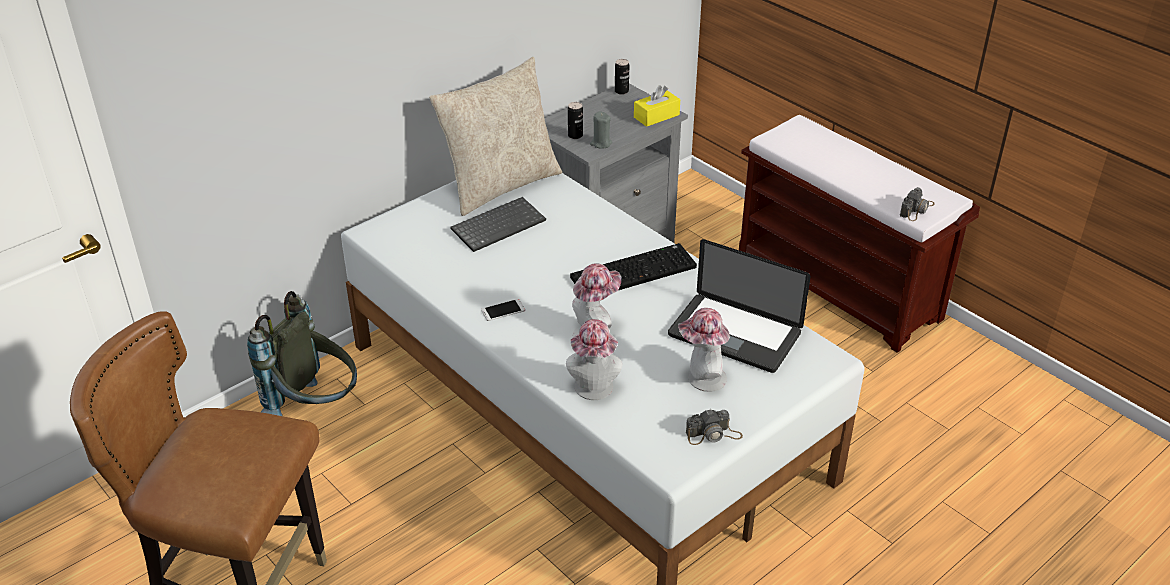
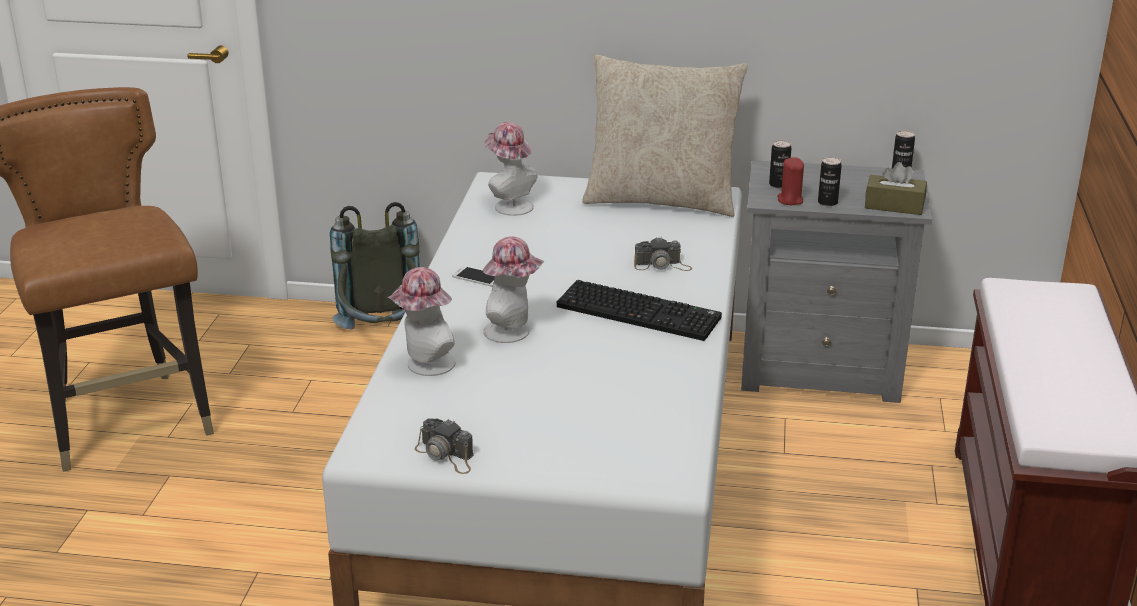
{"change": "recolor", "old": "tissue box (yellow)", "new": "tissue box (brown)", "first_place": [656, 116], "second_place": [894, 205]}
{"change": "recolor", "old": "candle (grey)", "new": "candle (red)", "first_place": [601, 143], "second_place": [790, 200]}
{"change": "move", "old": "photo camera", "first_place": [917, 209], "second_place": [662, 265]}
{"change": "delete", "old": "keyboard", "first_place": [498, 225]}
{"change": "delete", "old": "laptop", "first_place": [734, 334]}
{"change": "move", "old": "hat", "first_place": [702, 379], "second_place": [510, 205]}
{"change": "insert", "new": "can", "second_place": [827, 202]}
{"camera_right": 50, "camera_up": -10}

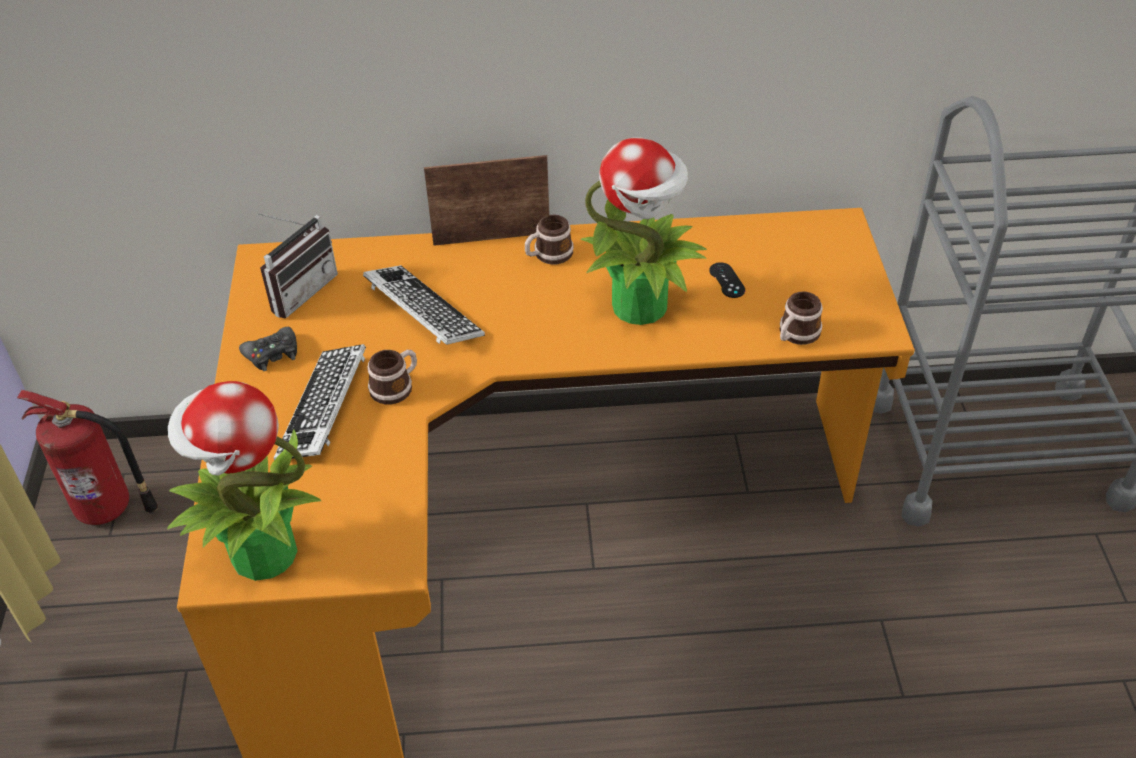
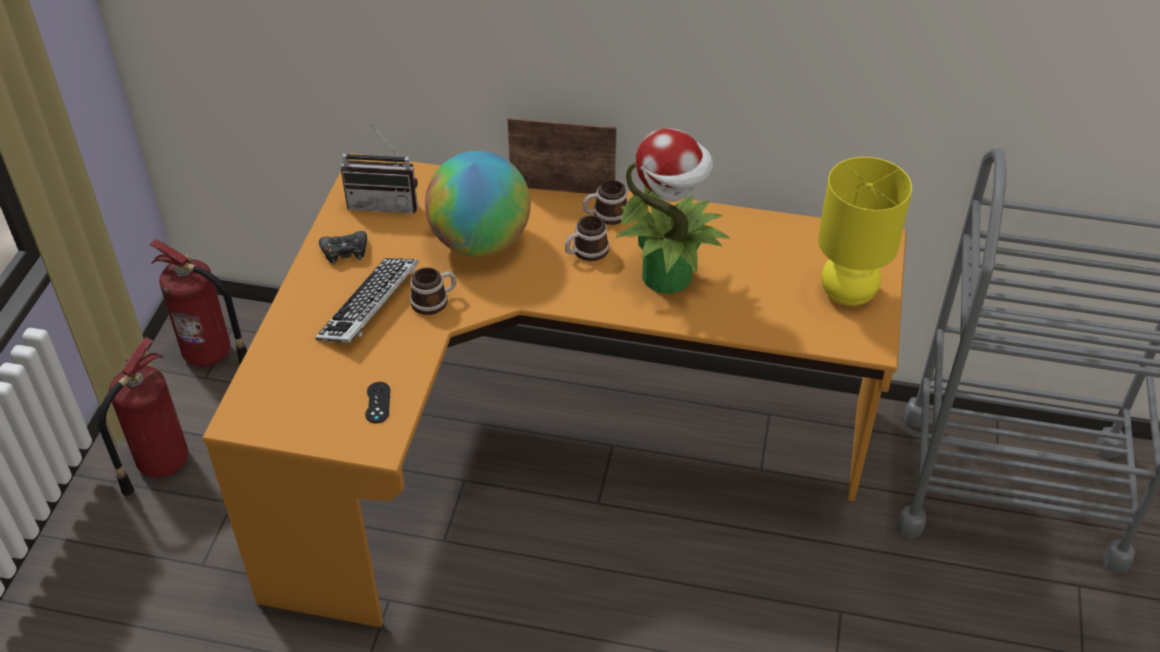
{"change": "rotate", "old": "radio", "first_place": [298, 290], "second_place": [385, 202], "degrees": 45}
{"change": "move", "old": "game controller (black)", "first_place": [727, 280], "second_place": [378, 402]}
{"change": "replace", "old": "keyboard", "new": "globe", "first_place": [423, 312], "second_place": [480, 242]}
{"change": "move", "old": "mug", "first_place": [795, 335], "second_place": [586, 252]}
{"change": "delete", "old": "potted plant", "first_place": [261, 553]}
{"change": "insert", "new": "table lamp (yellow)", "second_place": [847, 292]}
{"change": "insert", "new": "fire extinguisher", "second_place": [159, 464]}
{"camera_right": 15, "camera_up": 0}

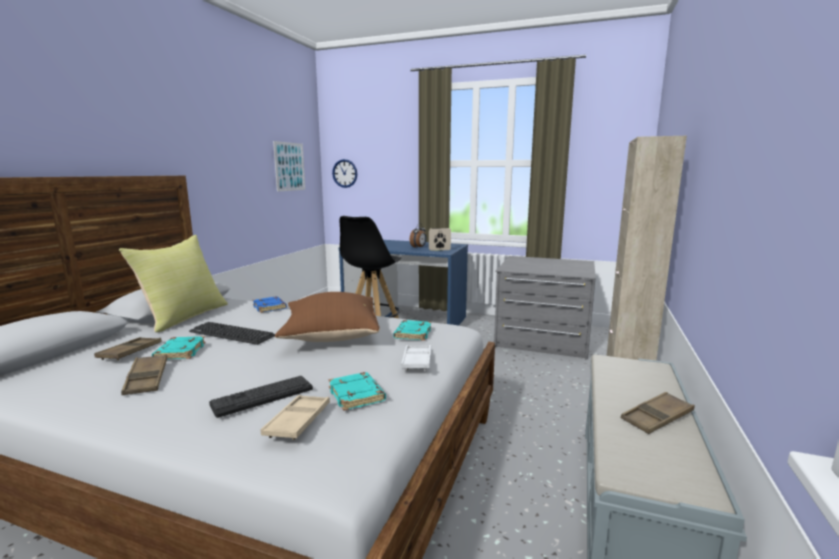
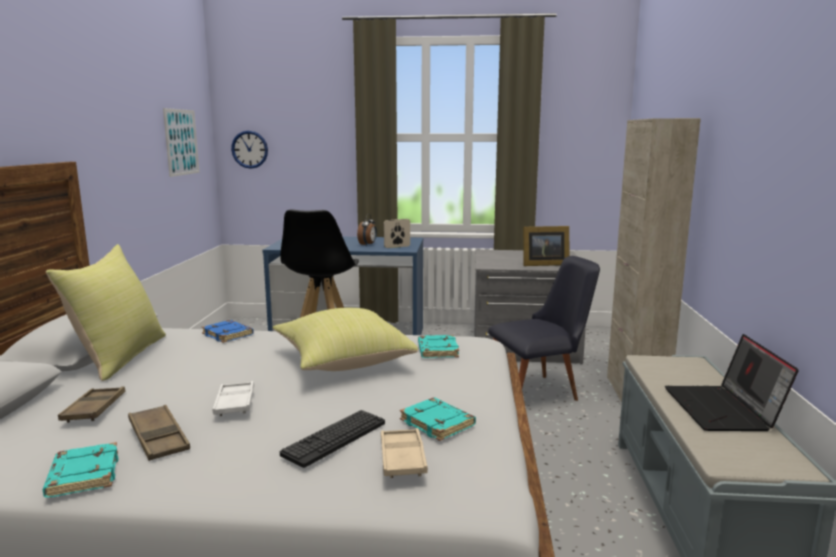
{"change": "recolor", "old": "pillow (brown)", "new": "pillow (yellow)", "first_place": [331, 335], "second_place": [342, 362]}
{"change": "delete", "old": "keyboard", "first_place": [232, 334]}
{"change": "move", "old": "book (turquoise)", "first_place": [180, 351], "second_place": [82, 475]}
{"change": "move", "old": "tray (white)", "first_place": [417, 361], "second_place": [235, 403]}
{"change": "replace", "old": "tray (brown)", "new": "laptop", "first_place": [657, 417], "second_place": [723, 410]}
{"change": "insert", "new": "picture frame", "second_place": [543, 264]}
{"change": "insert", "new": "chair (black)", "second_place": [539, 392]}
{"camera_right": -15, "camera_up": 0}

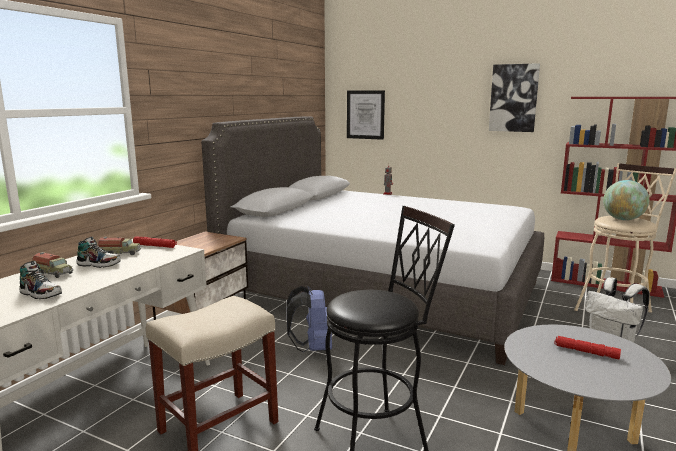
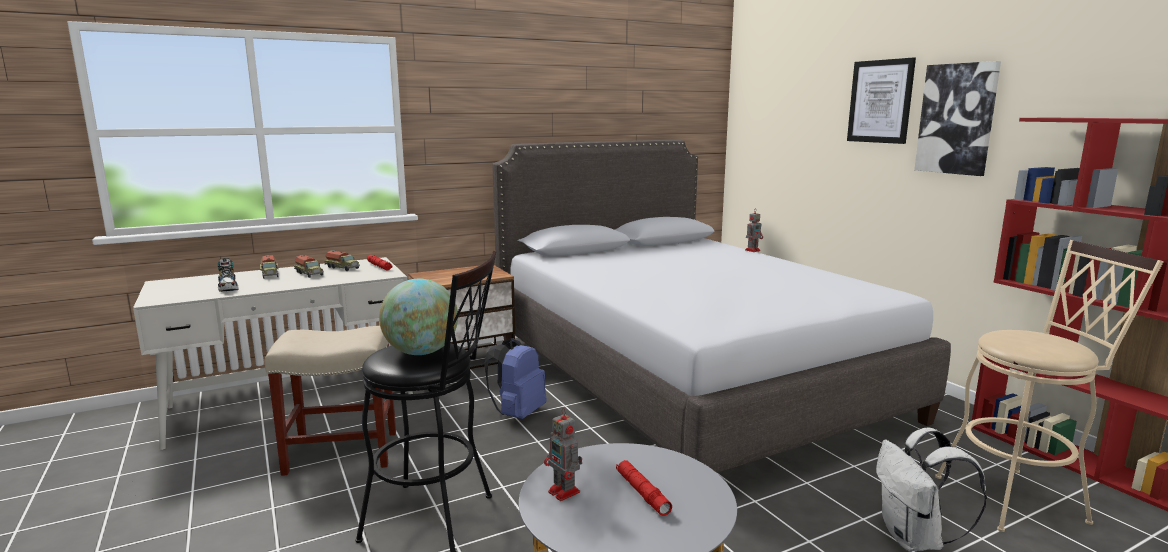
{"change": "move", "old": "picture", "first_place": [365, 114], "second_place": [880, 101]}
{"change": "move", "old": "globe", "first_place": [623, 219], "second_place": [421, 352]}
{"change": "replace", "old": "shoe", "new": "toy truck", "first_place": [99, 264], "second_place": [309, 274]}
{"change": "insert", "new": "toy robot", "second_place": [565, 492]}
{"camera_right": 35, "camera_up": 0}

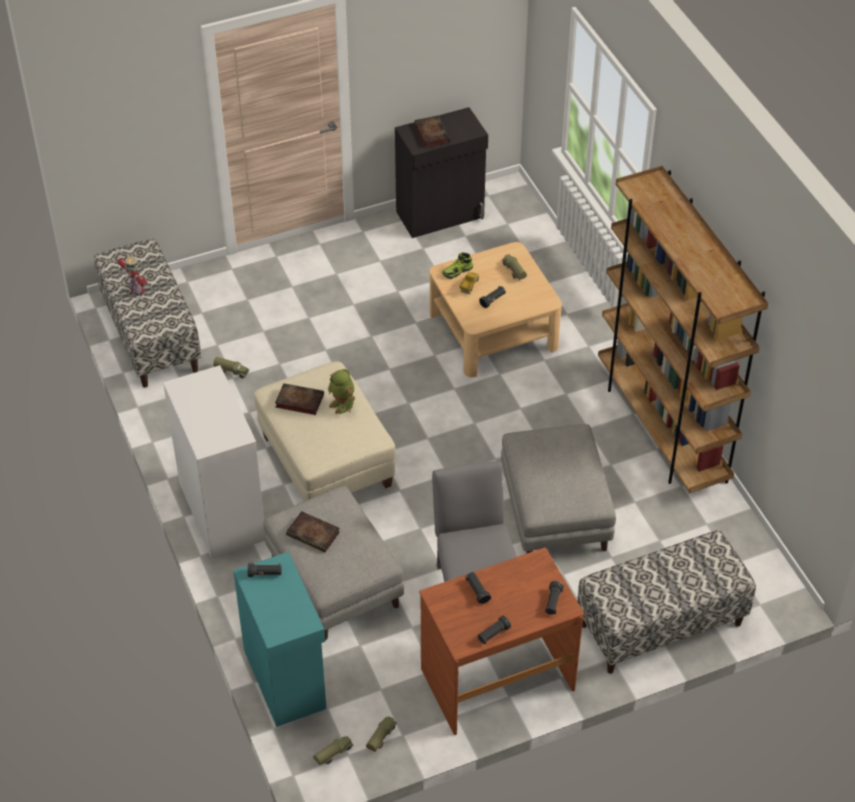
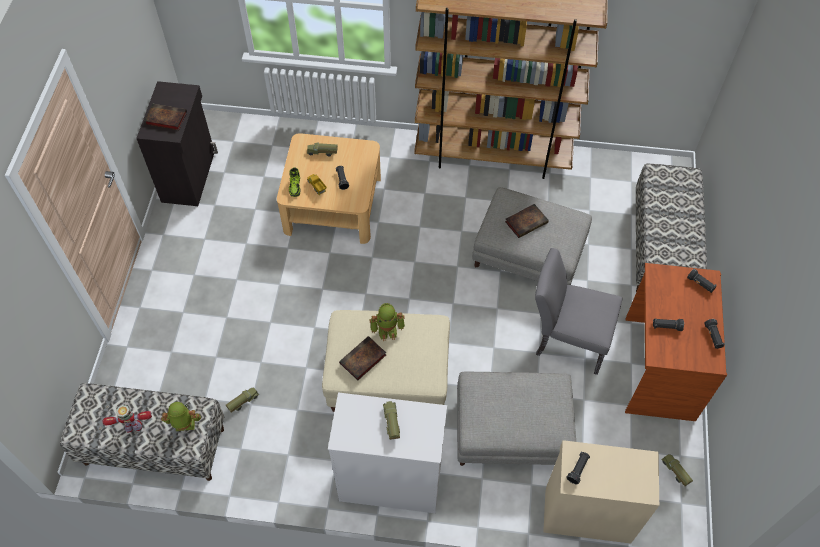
{"change": "move", "old": "book", "first_place": [314, 534], "second_place": [526, 222]}
{"change": "recolor", "old": "cabinet (turquoise)", "new": "cabinet (beige)", "first_place": [286, 677], "second_place": [587, 513]}
{"change": "move", "old": "toy truck", "first_place": [333, 753], "second_place": [391, 423]}
{"change": "insert", "new": "toy robot", "second_place": [184, 426]}
{"camera_right": -60, "camera_up": 10}

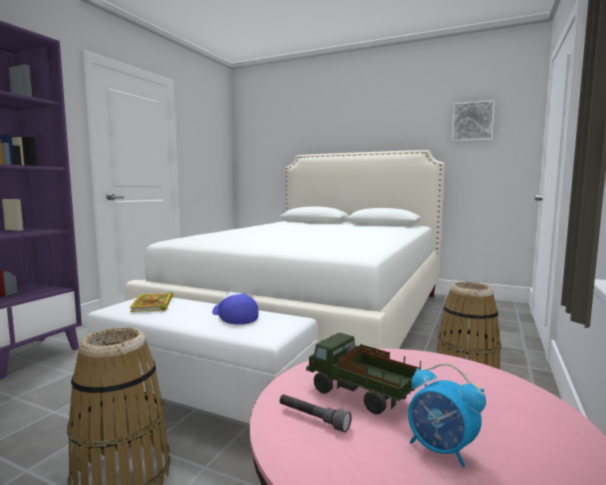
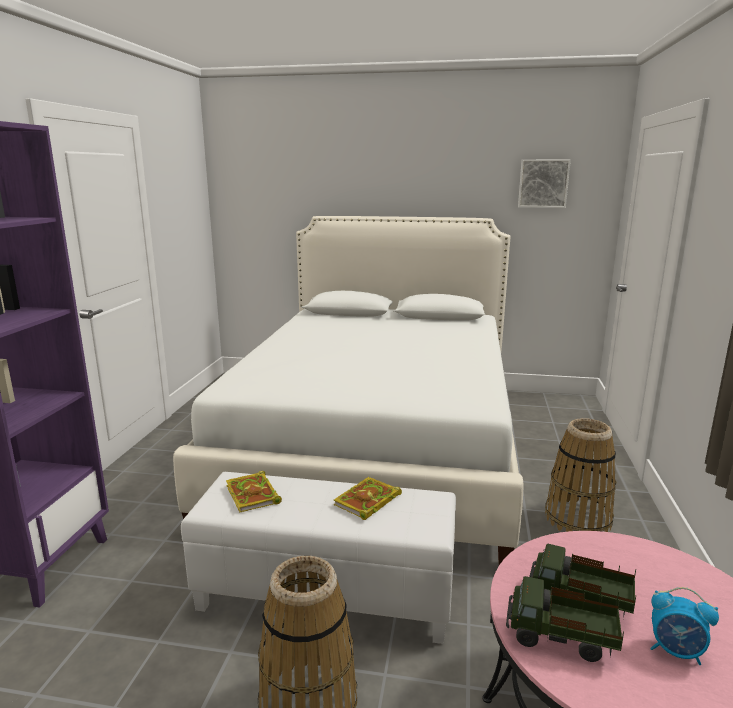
{"change": "replace", "old": "cap", "new": "book", "first_place": [234, 316], "second_place": [367, 502]}
{"change": "replace", "old": "flashlight (grey)", "new": "toy truck", "first_place": [312, 418], "second_place": [561, 639]}
{"camera_right": -15, "camera_up": 10}

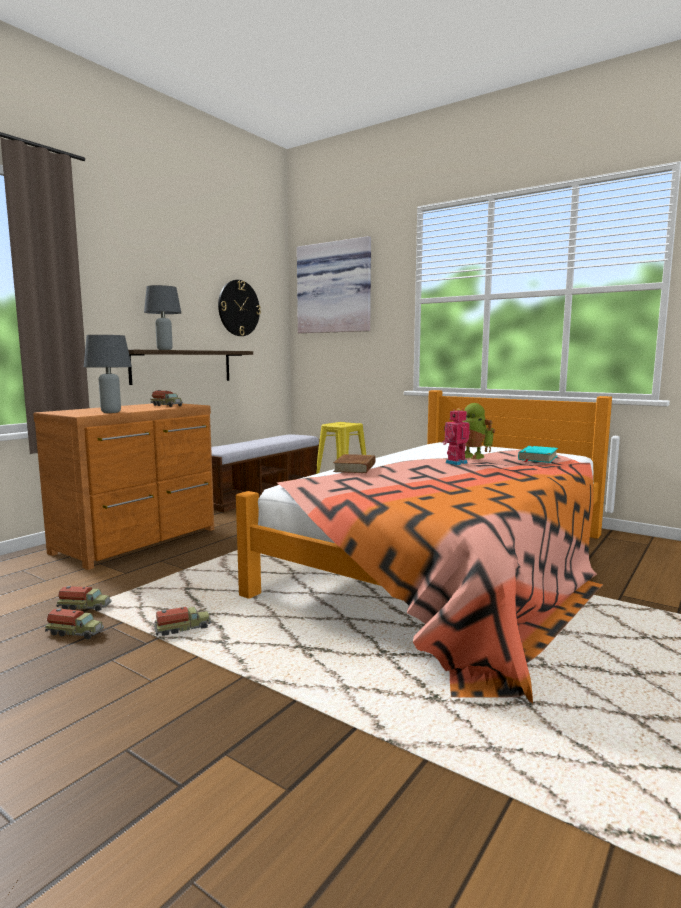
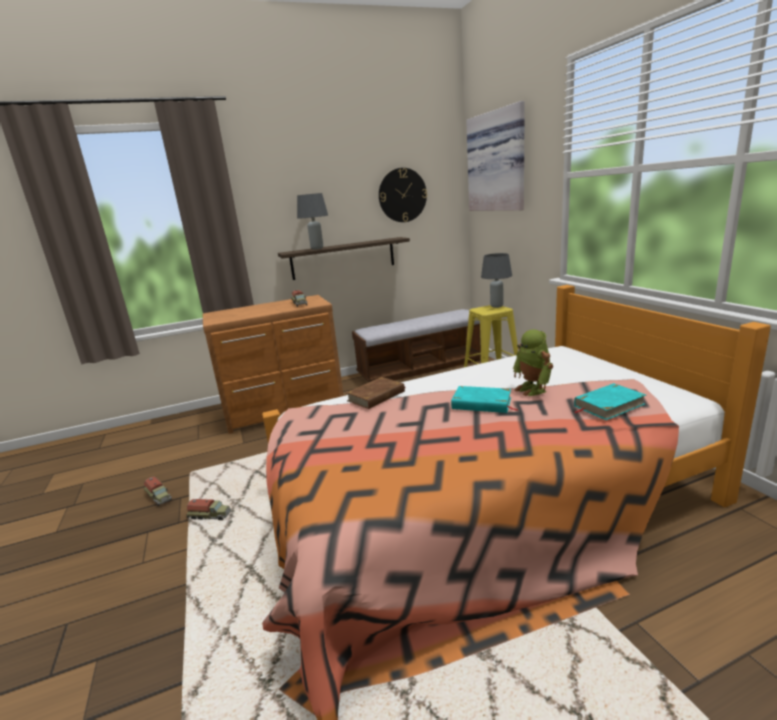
{"change": "move", "old": "table lamp (grey)", "first_place": [111, 412], "second_place": [497, 306]}
{"change": "replace", "old": "toy robot", "new": "book (turquoise)", "first_place": [455, 463], "second_place": [482, 403]}
{"change": "delete", "old": "toy truck", "first_place": [85, 607]}
{"camera_right": 35, "camera_up": 10}

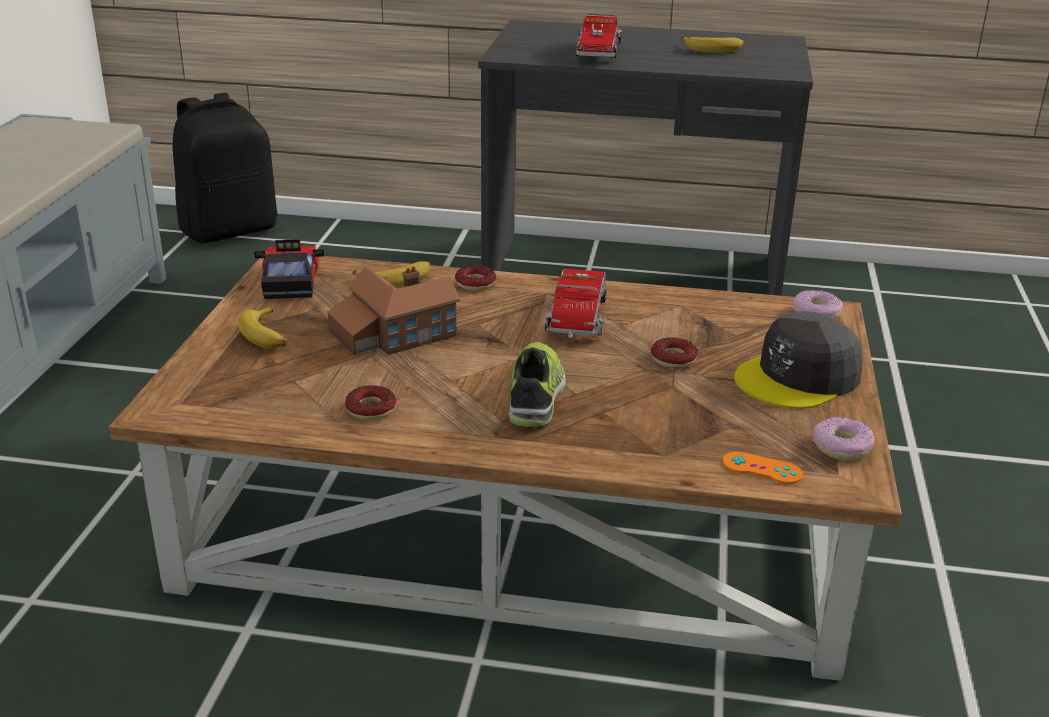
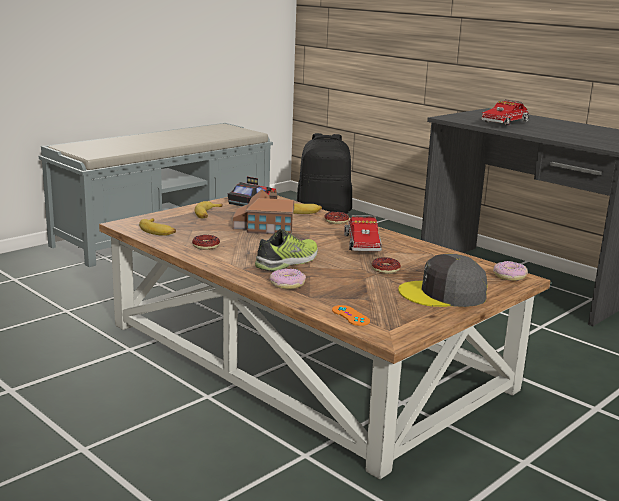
{"change": "move", "old": "banana", "first_place": [713, 49], "second_place": [158, 231]}
{"change": "rotate", "old": "toy truck", "first_place": [577, 321], "second_place": [362, 245], "degrees": 135}
{"change": "move", "old": "donut", "first_place": [841, 447], "second_place": [287, 284]}
{"camera_right": 35, "camera_up": -10}

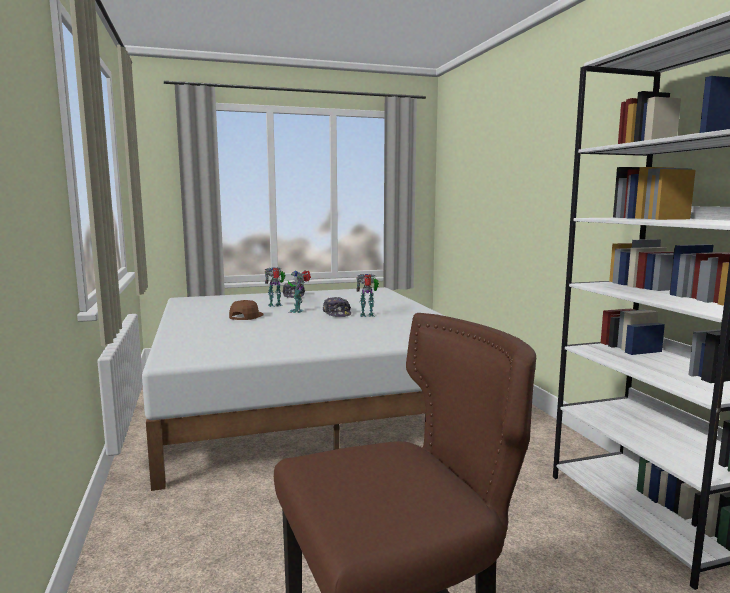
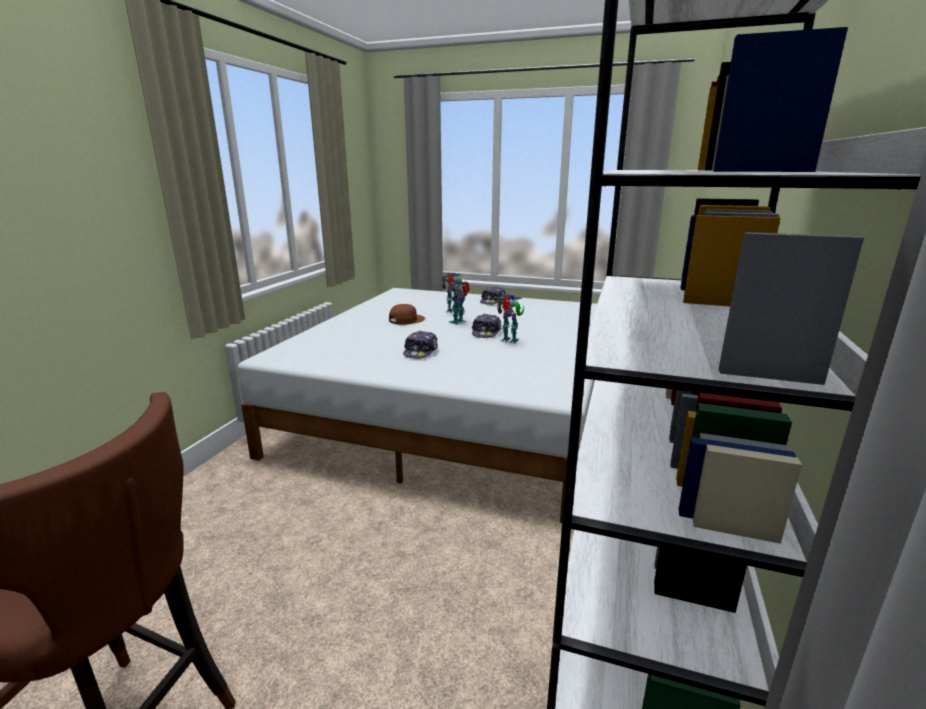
{"change": "insert", "new": "cap", "second_place": [421, 352]}
{"camera_right": 35, "camera_up": 10}

